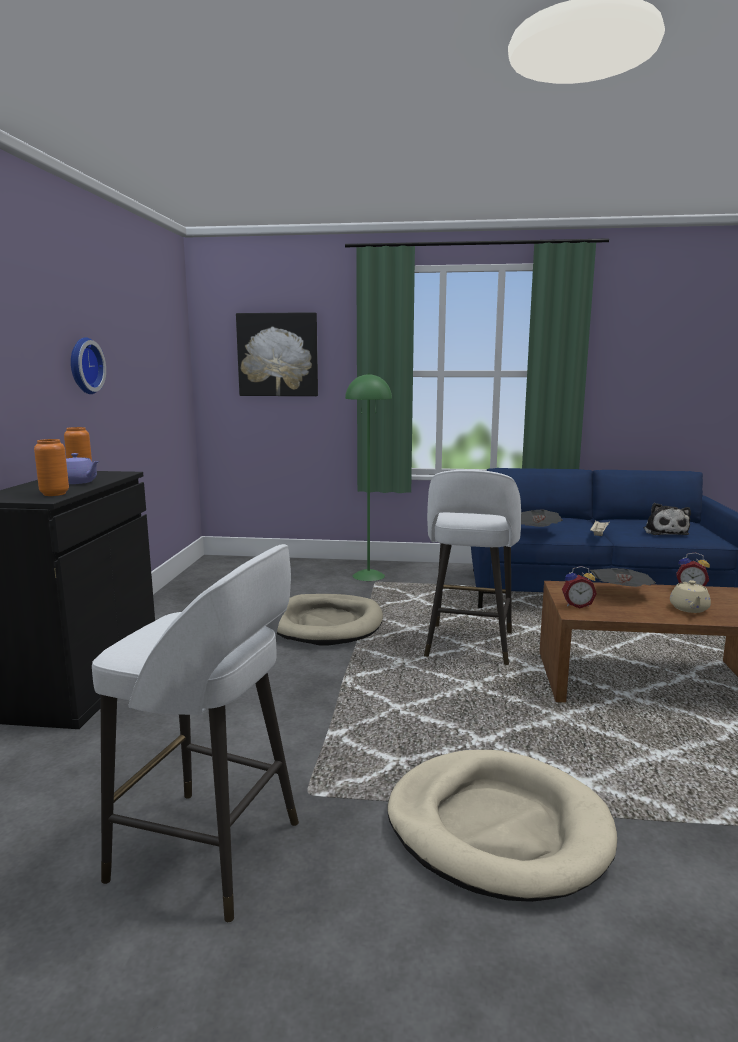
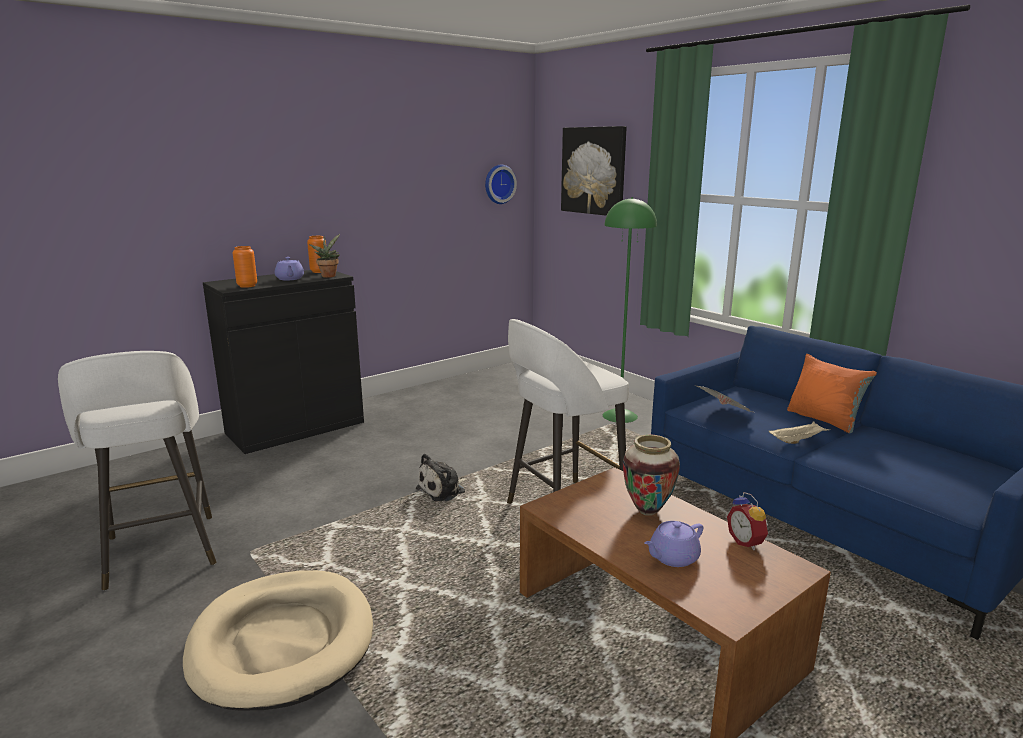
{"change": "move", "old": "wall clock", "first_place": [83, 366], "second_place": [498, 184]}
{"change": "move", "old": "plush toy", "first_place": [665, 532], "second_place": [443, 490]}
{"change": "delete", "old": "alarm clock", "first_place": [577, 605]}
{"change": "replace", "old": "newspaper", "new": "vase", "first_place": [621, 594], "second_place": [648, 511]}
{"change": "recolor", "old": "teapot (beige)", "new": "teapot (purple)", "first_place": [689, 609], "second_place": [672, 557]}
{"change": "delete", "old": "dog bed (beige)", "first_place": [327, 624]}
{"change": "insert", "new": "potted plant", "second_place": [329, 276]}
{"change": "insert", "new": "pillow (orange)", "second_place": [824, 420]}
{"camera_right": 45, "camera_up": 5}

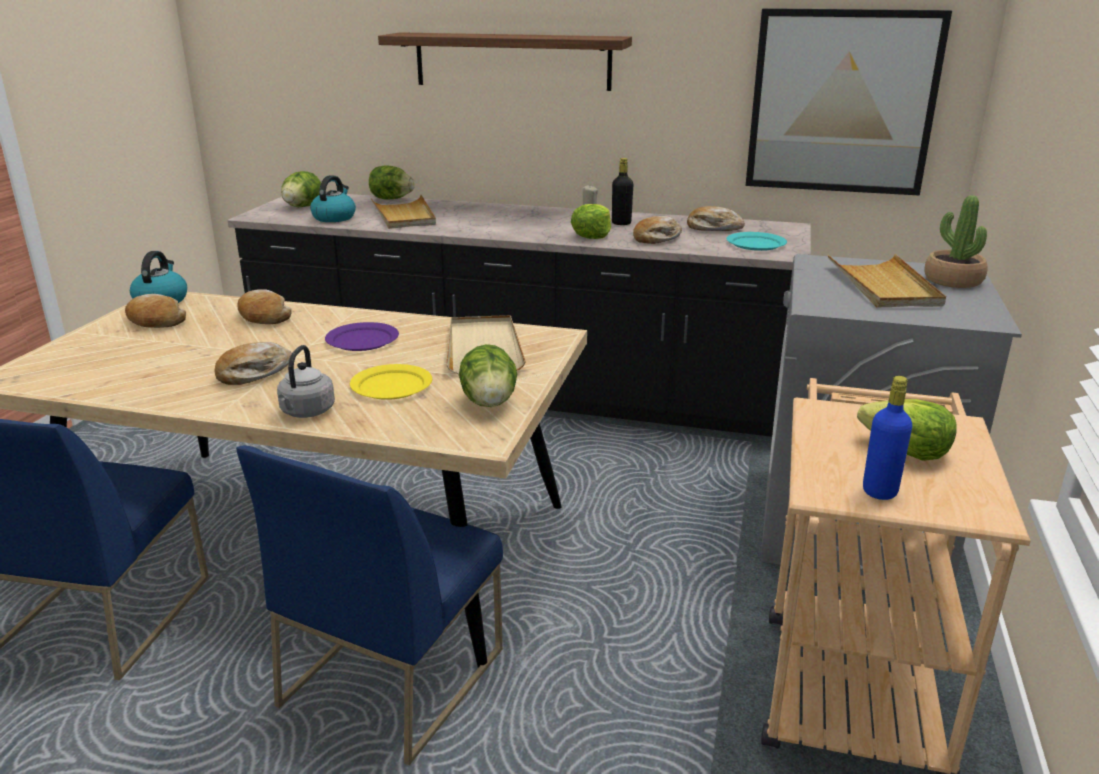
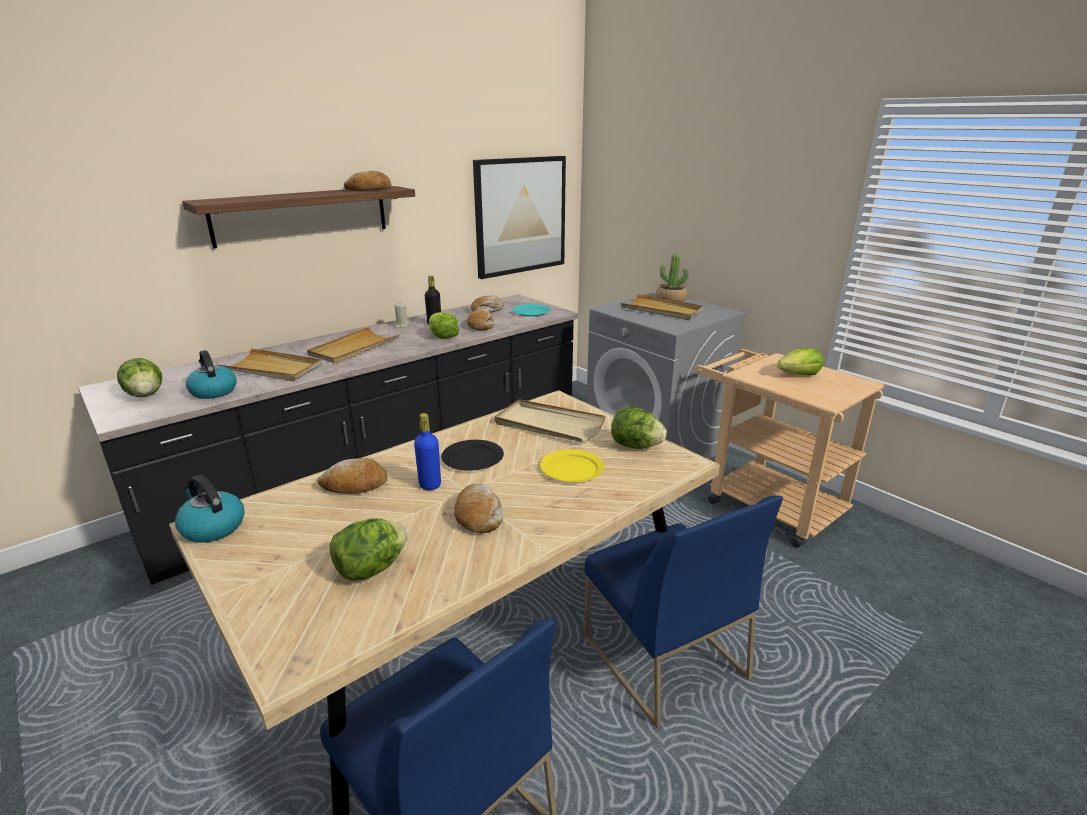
{"change": "move", "old": "lettuce", "first_place": [391, 199], "second_place": [371, 569]}
{"change": "move", "old": "bread", "first_place": [155, 321], "second_place": [369, 189]}
{"change": "recolor", "old": "plate (purple)", "new": "plate (black)", "first_place": [362, 340], "second_place": [472, 458]}
{"change": "delete", "old": "kettle (grey)", "first_place": [306, 412]}
{"change": "move", "old": "bottle (blue)", "first_place": [879, 491], "second_place": [430, 485]}
{"change": "insert", "new": "tray (beige)", "second_place": [354, 348]}
{"camera_right": -55, "camera_up": 0}

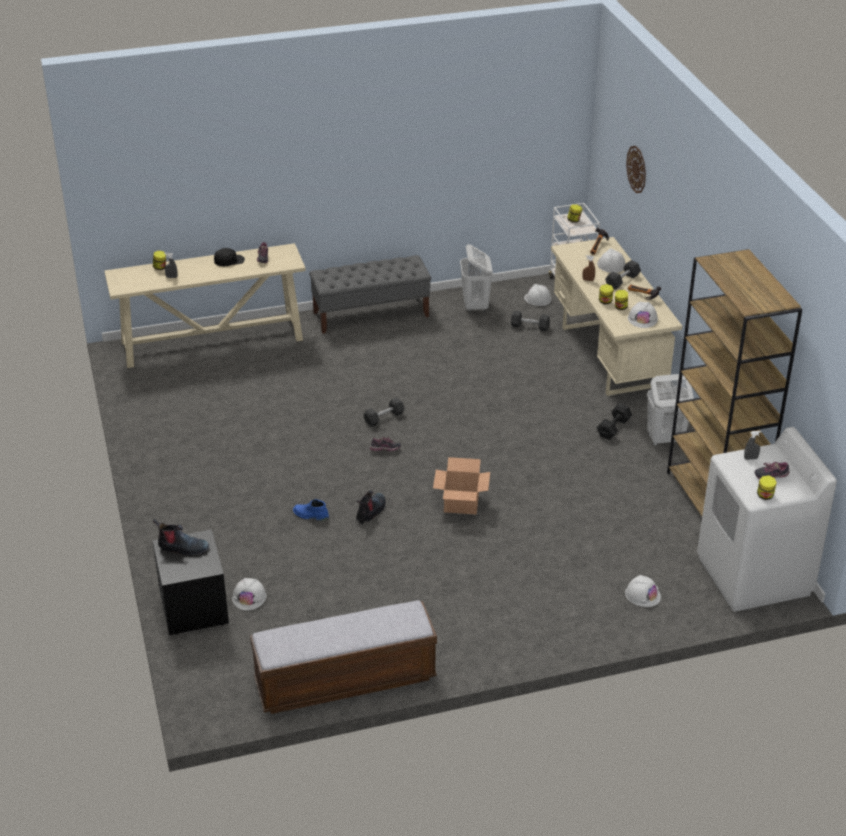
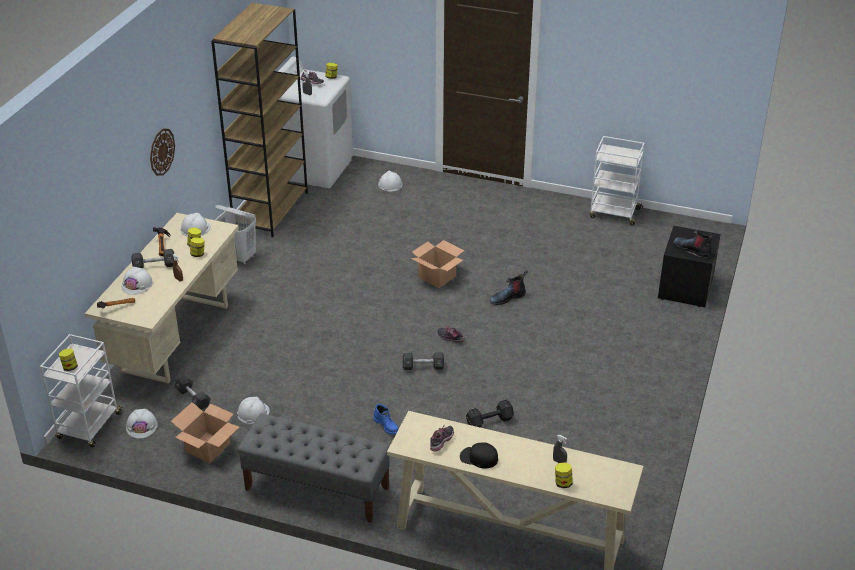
{"change": "move", "old": "wall clock", "first_place": [636, 169], "second_place": [161, 152]}
{"change": "replace", "old": "laundry basket (white)", "new": "cardboard box", "first_place": [475, 306], "second_place": [208, 447]}
{"change": "move", "old": "dumbbell (black)", "first_place": [614, 428], "second_place": [488, 421]}
{"change": "move", "old": "boot (blue)", "first_place": [310, 515], "second_place": [386, 426]}
{"change": "move", "old": "hard hat (white)", "first_place": [249, 597], "second_place": [253, 413]}
{"change": "replace", "old": "bench", "new": "cart (white)", "first_place": [345, 680], "second_place": [613, 213]}
{"camera_right": -145, "camera_up": 0}

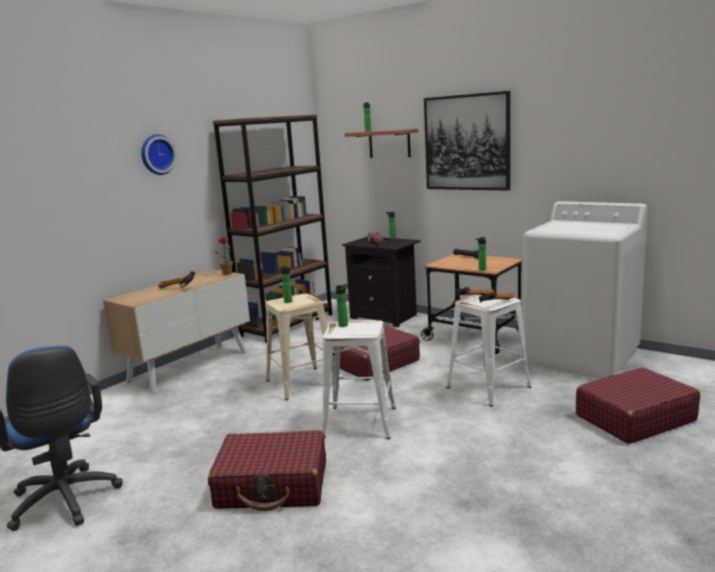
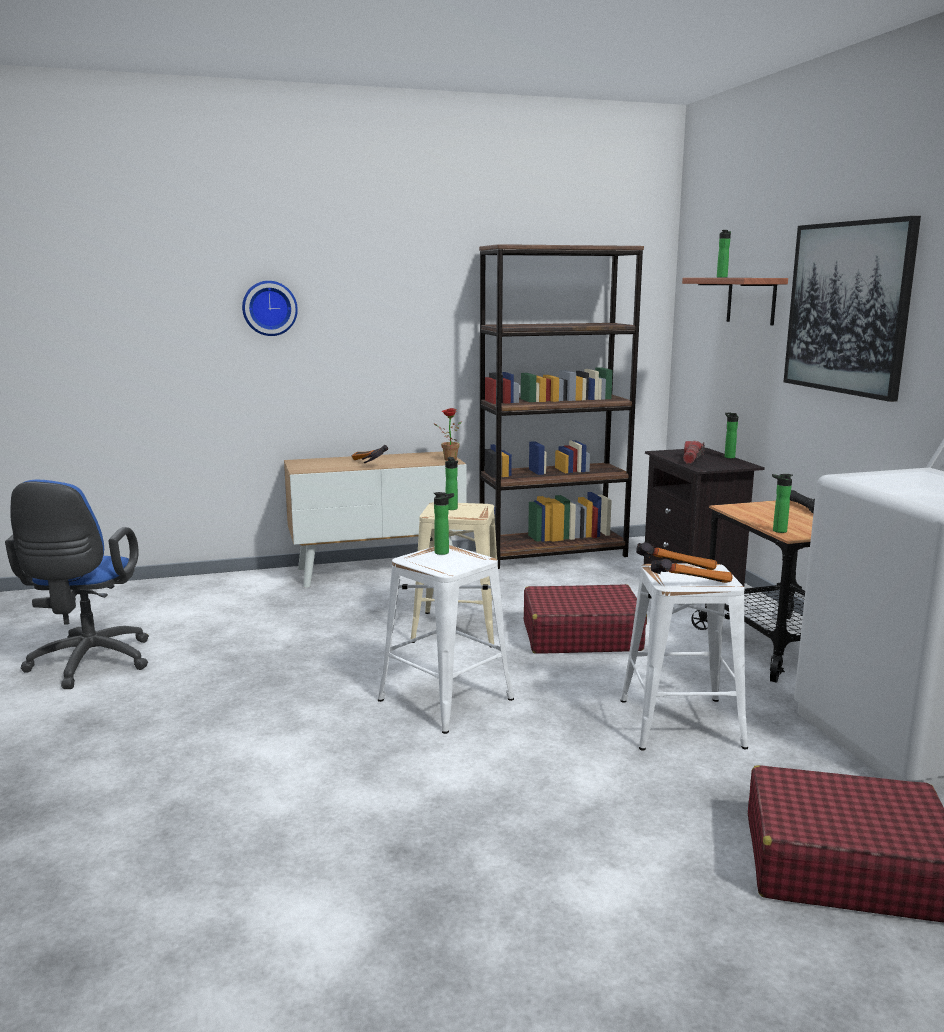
{"change": "move", "old": "wall clock", "first_place": [157, 154], "second_place": [269, 308]}
{"change": "delete", "old": "suitcase (red)", "first_place": [273, 485]}
{"camera_right": 35, "camera_up": 0}

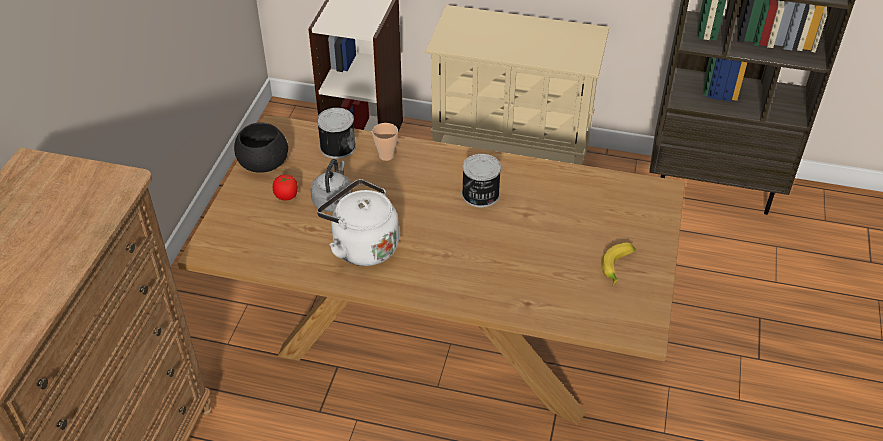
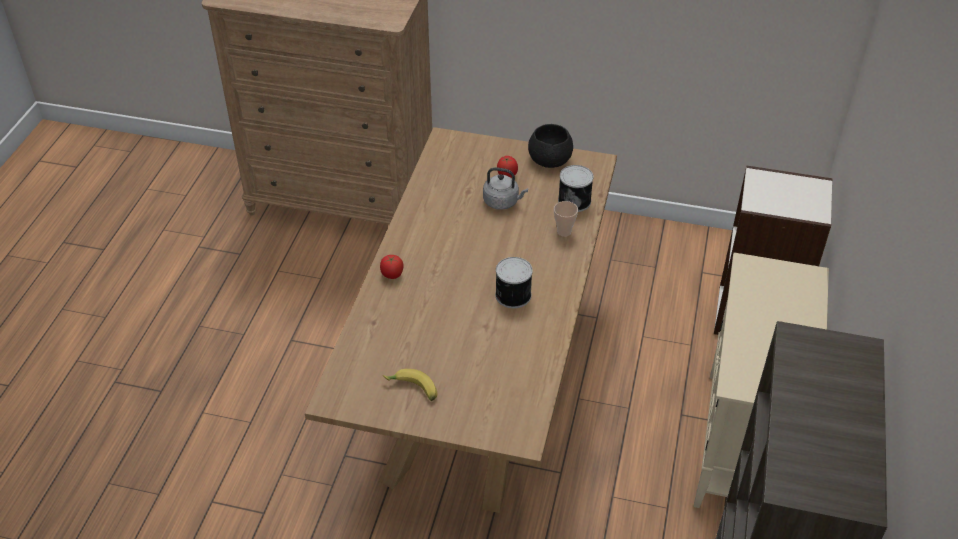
{"change": "delete", "old": "kettle (white)", "first_place": [362, 246]}
{"change": "insert", "new": "tomato", "second_place": [392, 275]}
{"camera_right": 90, "camera_up": 0}

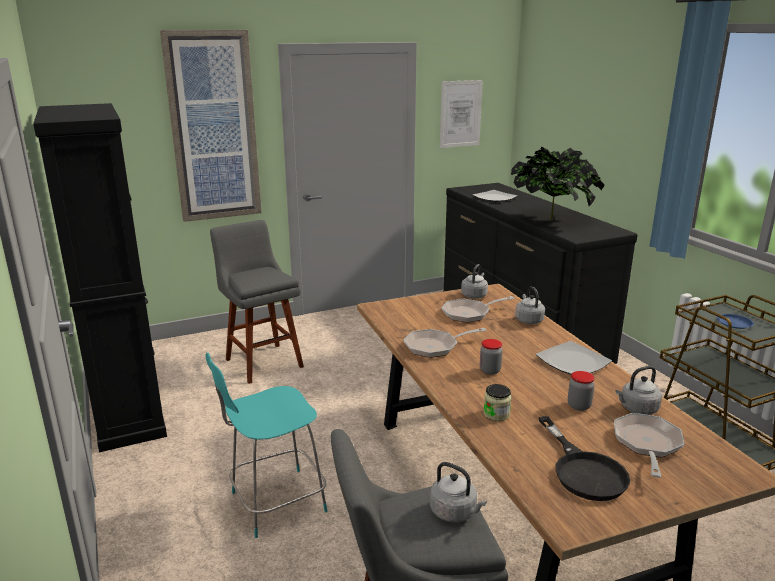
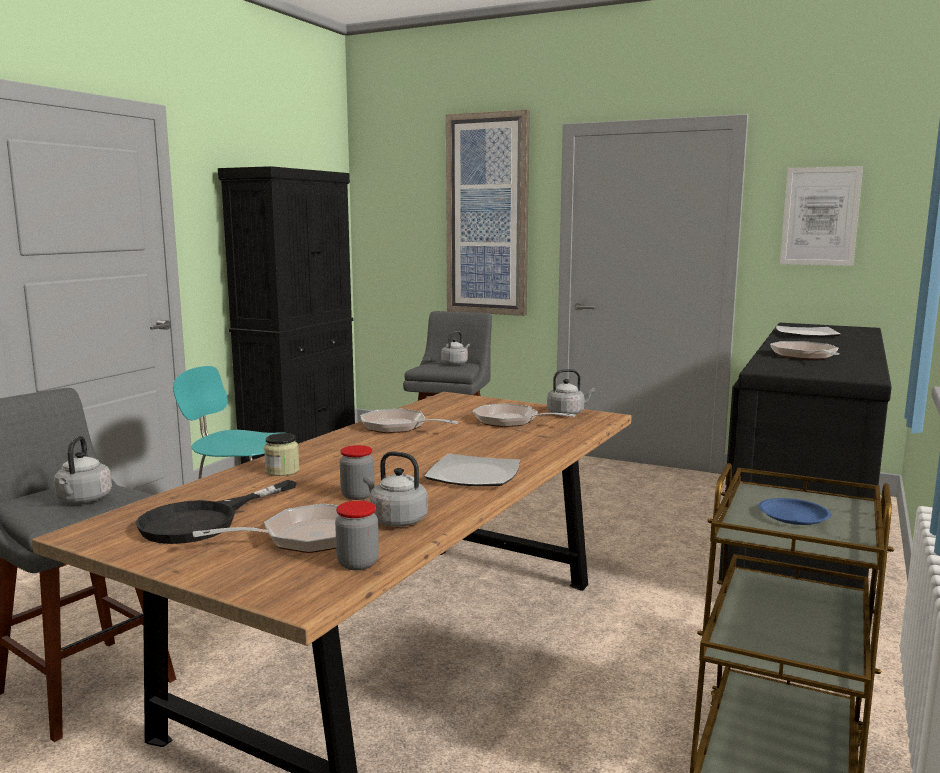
{"change": "replace", "old": "potted plant", "new": "frying pan", "first_place": [552, 219], "second_place": [805, 356]}
{"change": "move", "old": "kettle (grey)", "first_place": [528, 320], "second_place": [455, 363]}
{"change": "move", "old": "jar", "first_place": [490, 370], "second_place": [358, 563]}
{"camera_right": 50, "camera_up": -10}

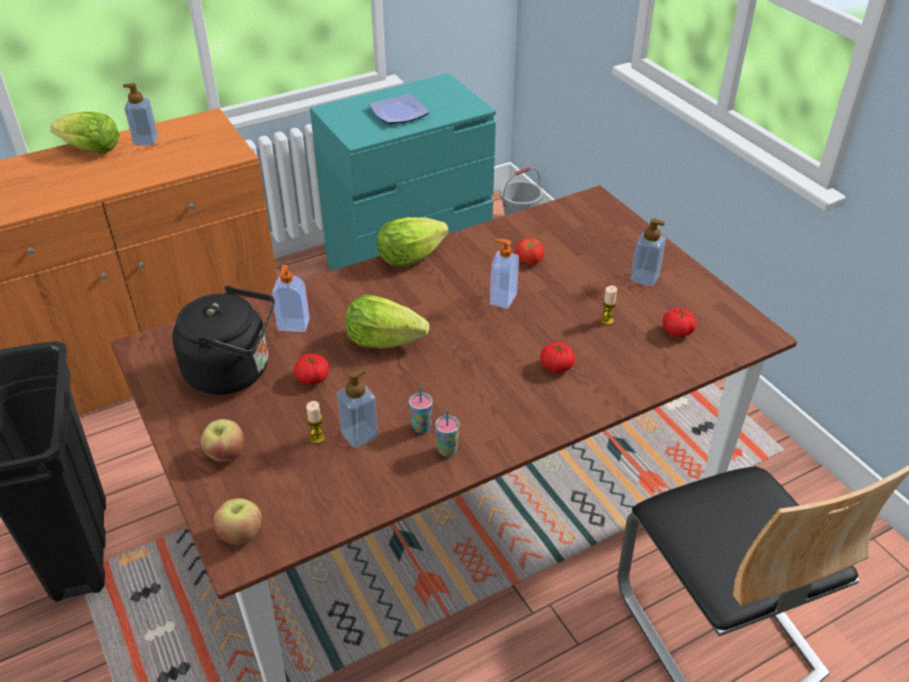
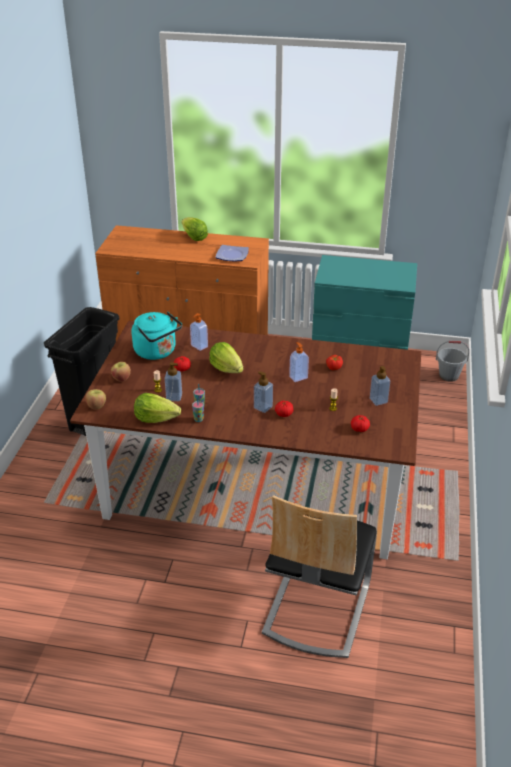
{"change": "move", "old": "soap dispenser", "first_place": [146, 141], "second_place": [263, 407]}
{"change": "move", "old": "plate", "first_place": [398, 113], "second_place": [231, 255]}
{"change": "move", "old": "lettuce", "first_place": [409, 257], "second_place": [155, 419]}
{"change": "recolor", "old": "kettle (black)", "new": "kettle (turquoise)", "first_place": [234, 371], "second_place": [157, 352]}
{"camera_right": 40, "camera_up": -5}

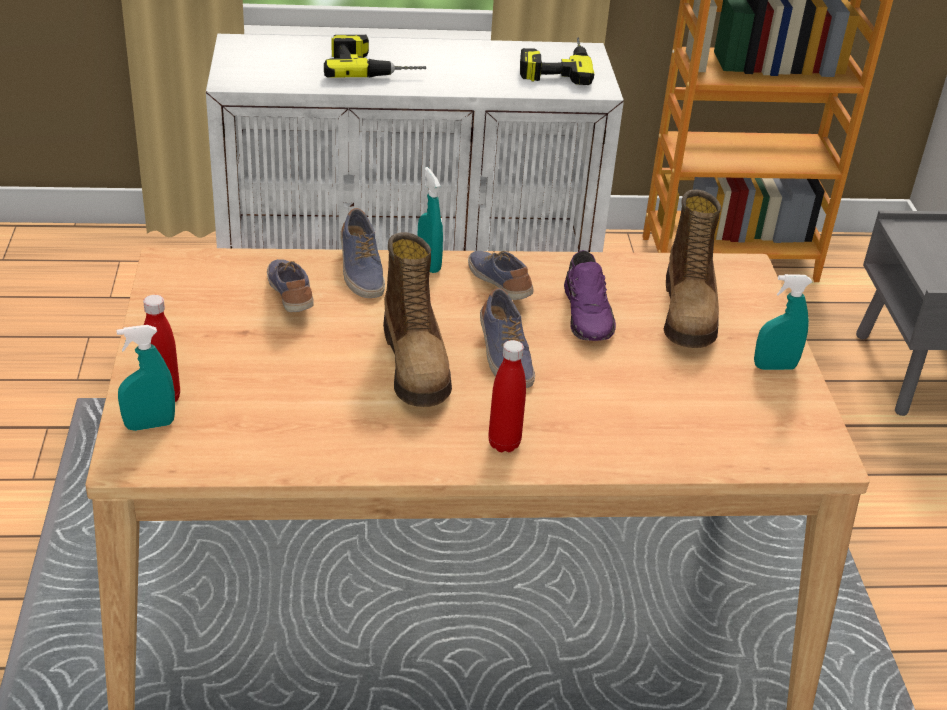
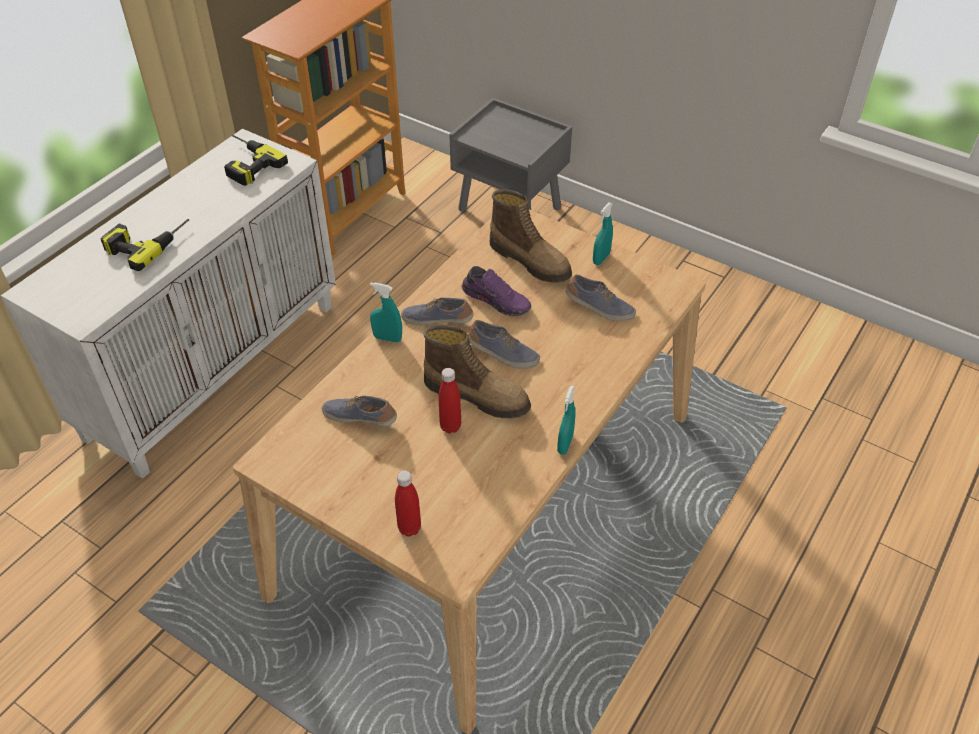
{"change": "move", "old": "shoe", "first_place": [360, 270], "second_place": [599, 308]}
{"change": "move", "old": "spray bottle (turquoise)", "first_place": [150, 425], "second_place": [565, 444]}
{"change": "move", "old": "bottle (red)", "first_place": [504, 444], "second_place": [450, 426]}
{"camera_right": -50, "camera_up": 10}

